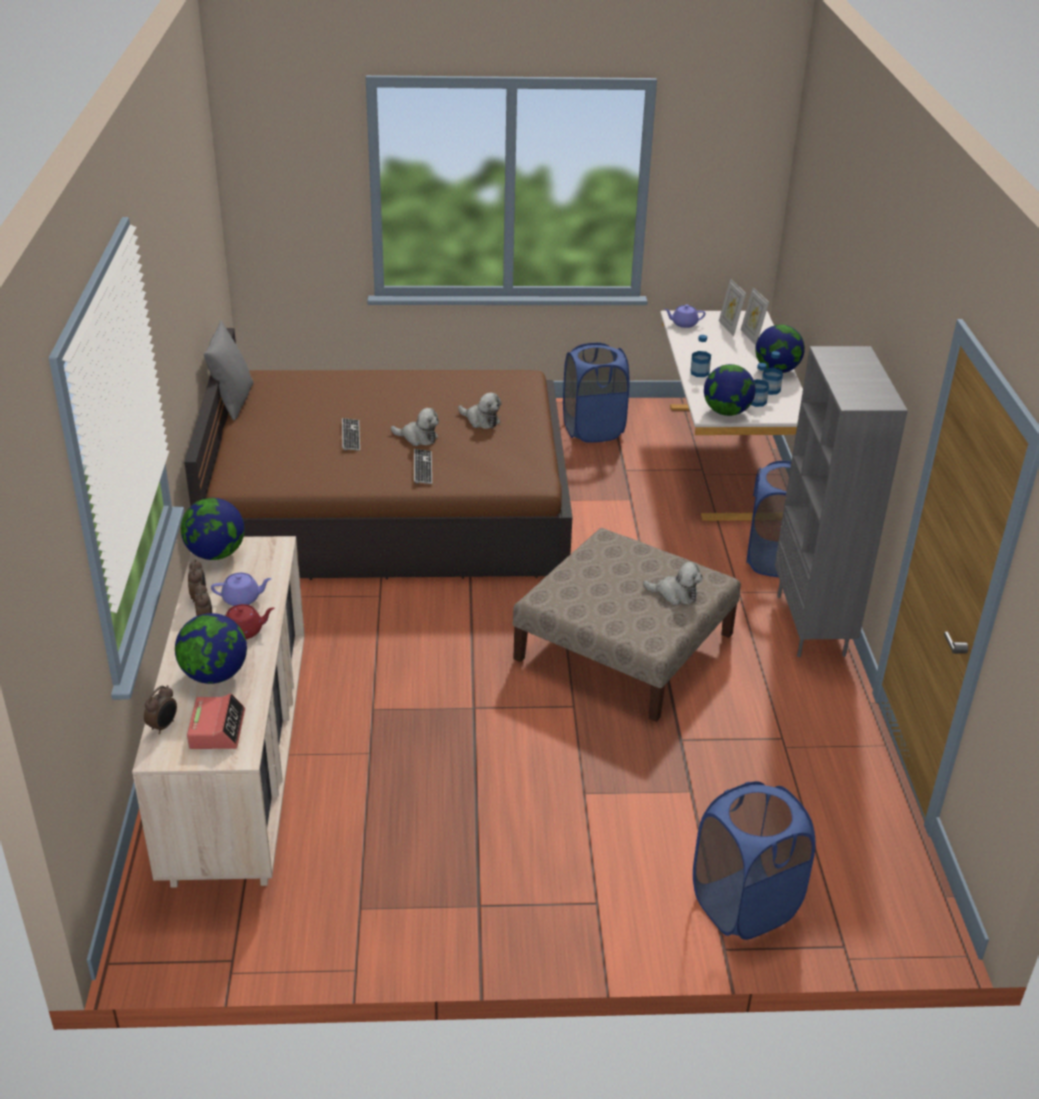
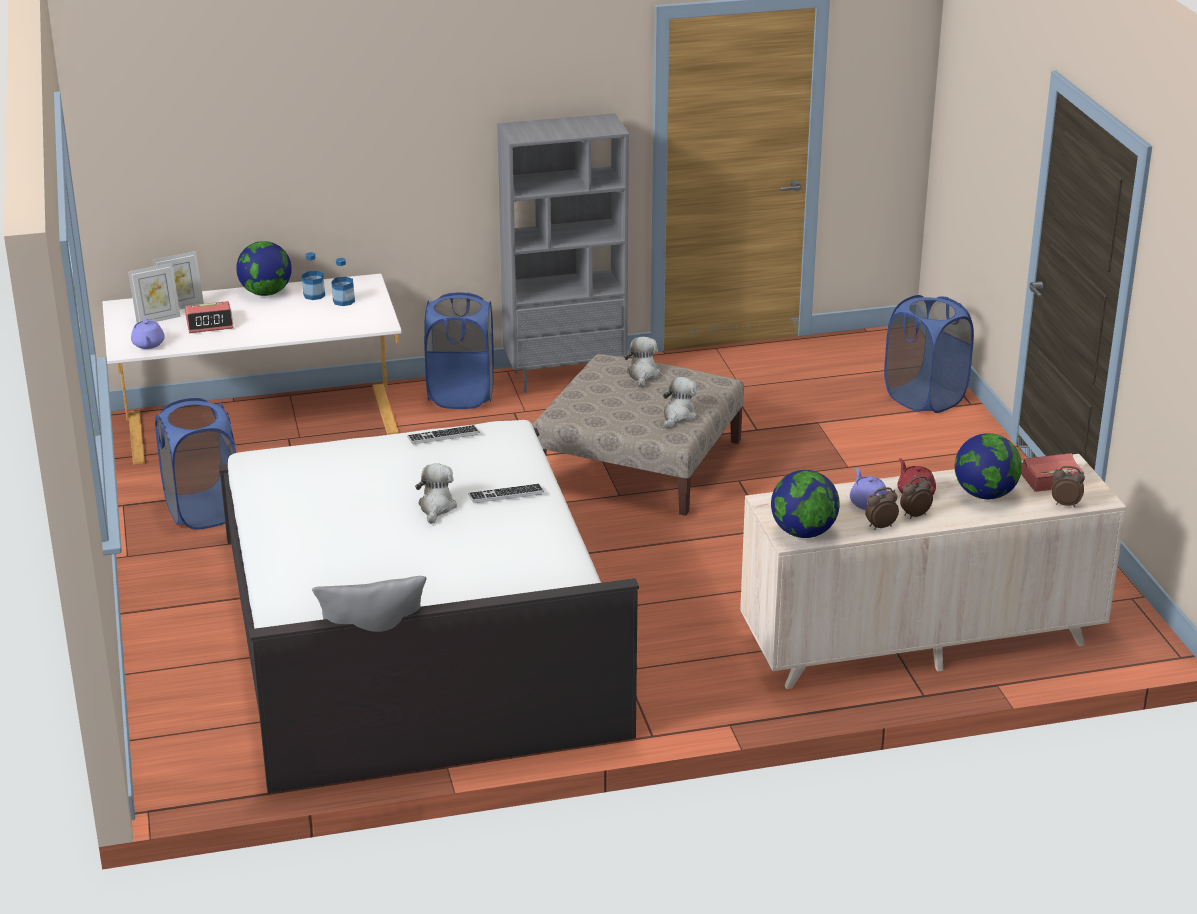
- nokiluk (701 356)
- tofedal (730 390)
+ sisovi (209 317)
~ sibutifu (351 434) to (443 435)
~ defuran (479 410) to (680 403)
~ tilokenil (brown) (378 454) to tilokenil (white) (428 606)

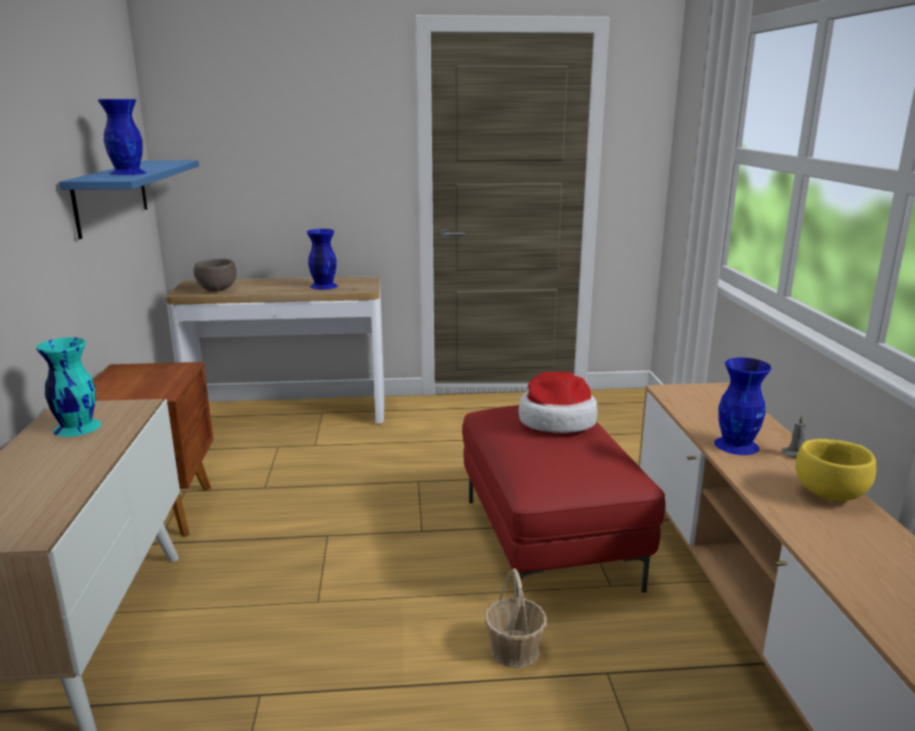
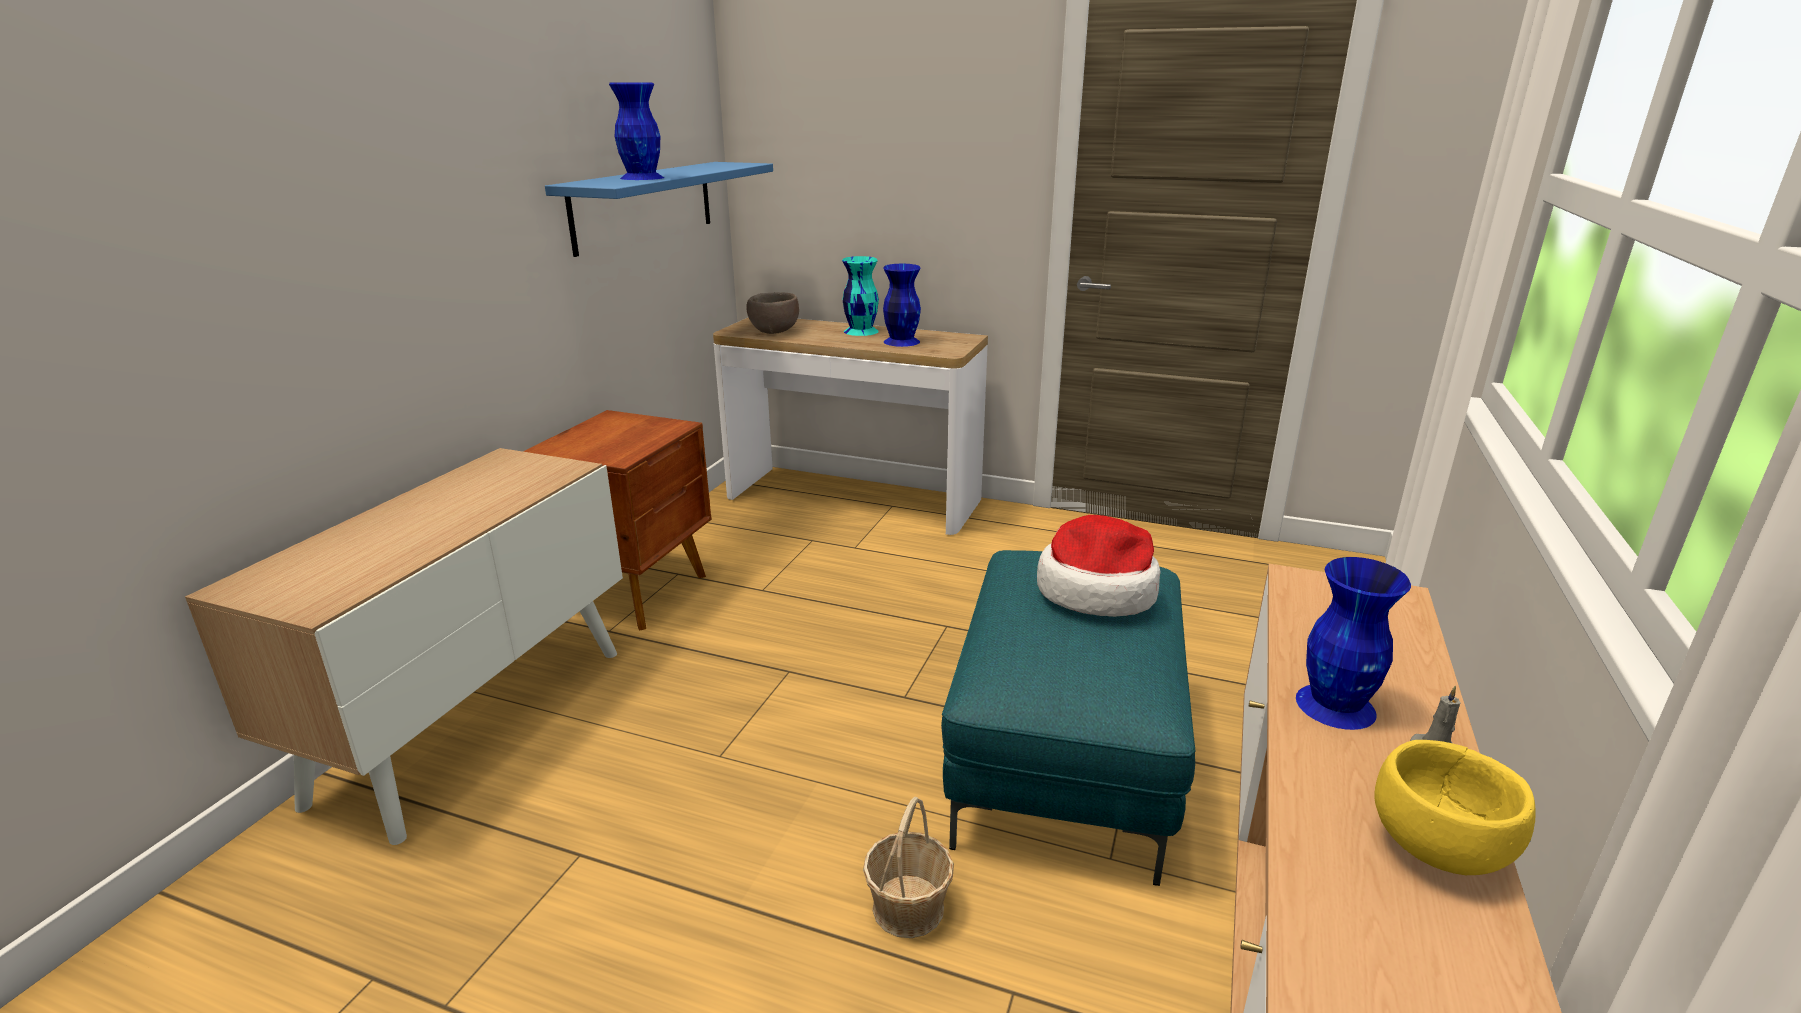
~ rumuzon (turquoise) (68 387) to (860 296)
~ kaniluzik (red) (563 501) to kaniluzik (turquoise) (1068 718)

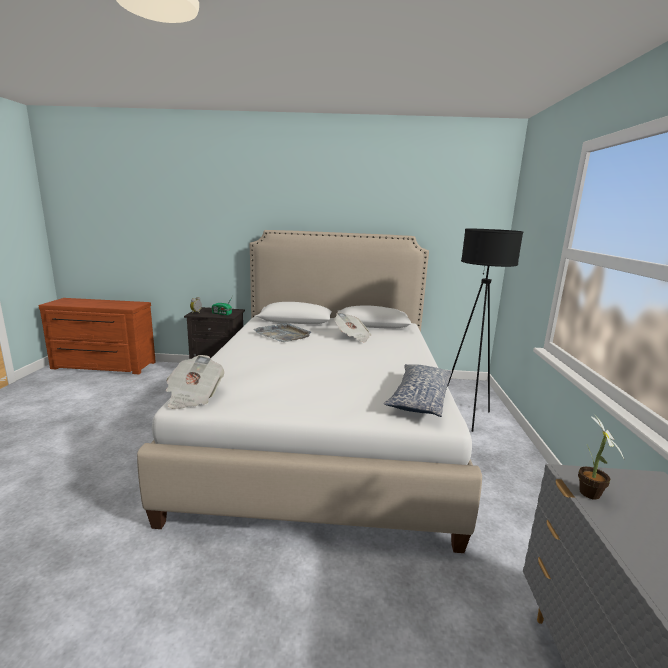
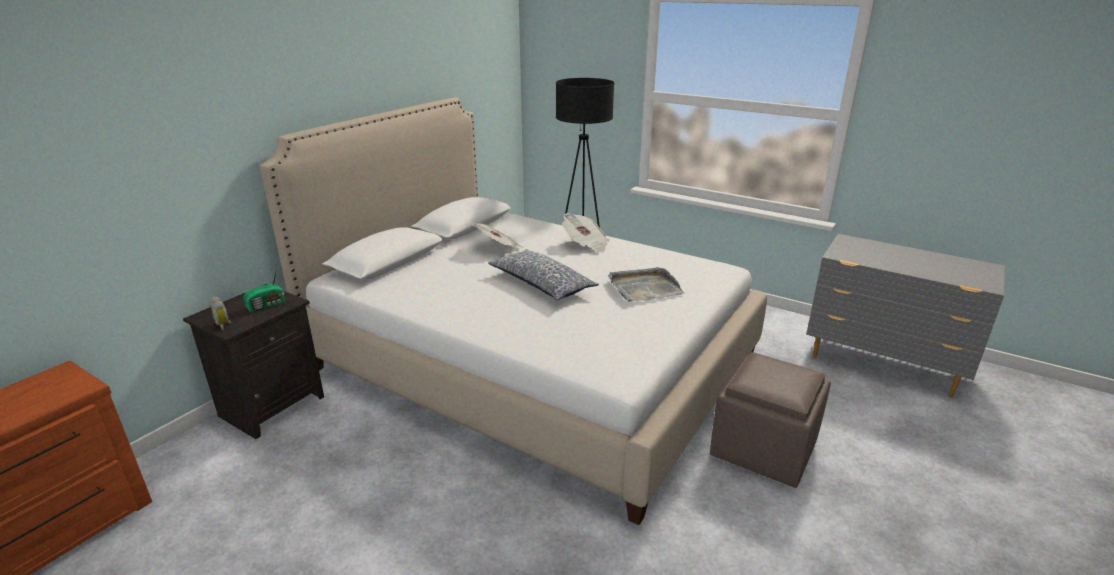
- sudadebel (601 456)
+ kaniluzik (brown) (770 420)
~ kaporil (195 382) to (585 233)
~ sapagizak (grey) (282 332) to (646 284)
~ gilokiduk (418 390) to (543 274)

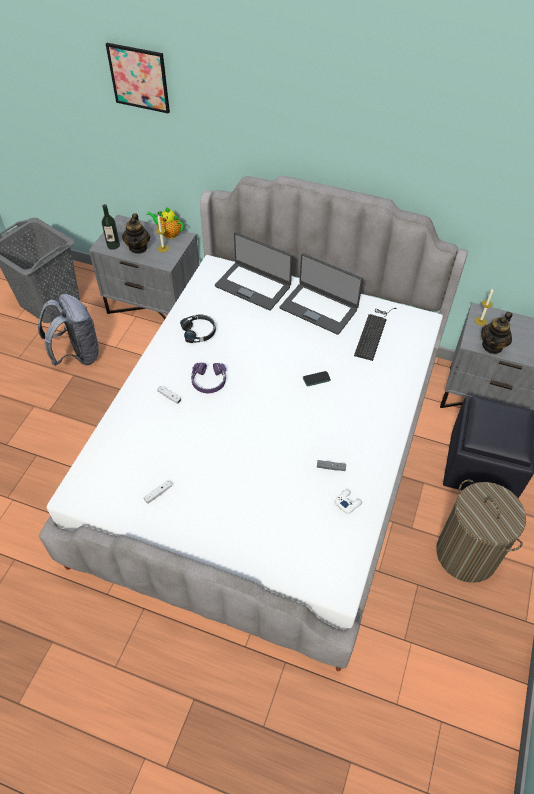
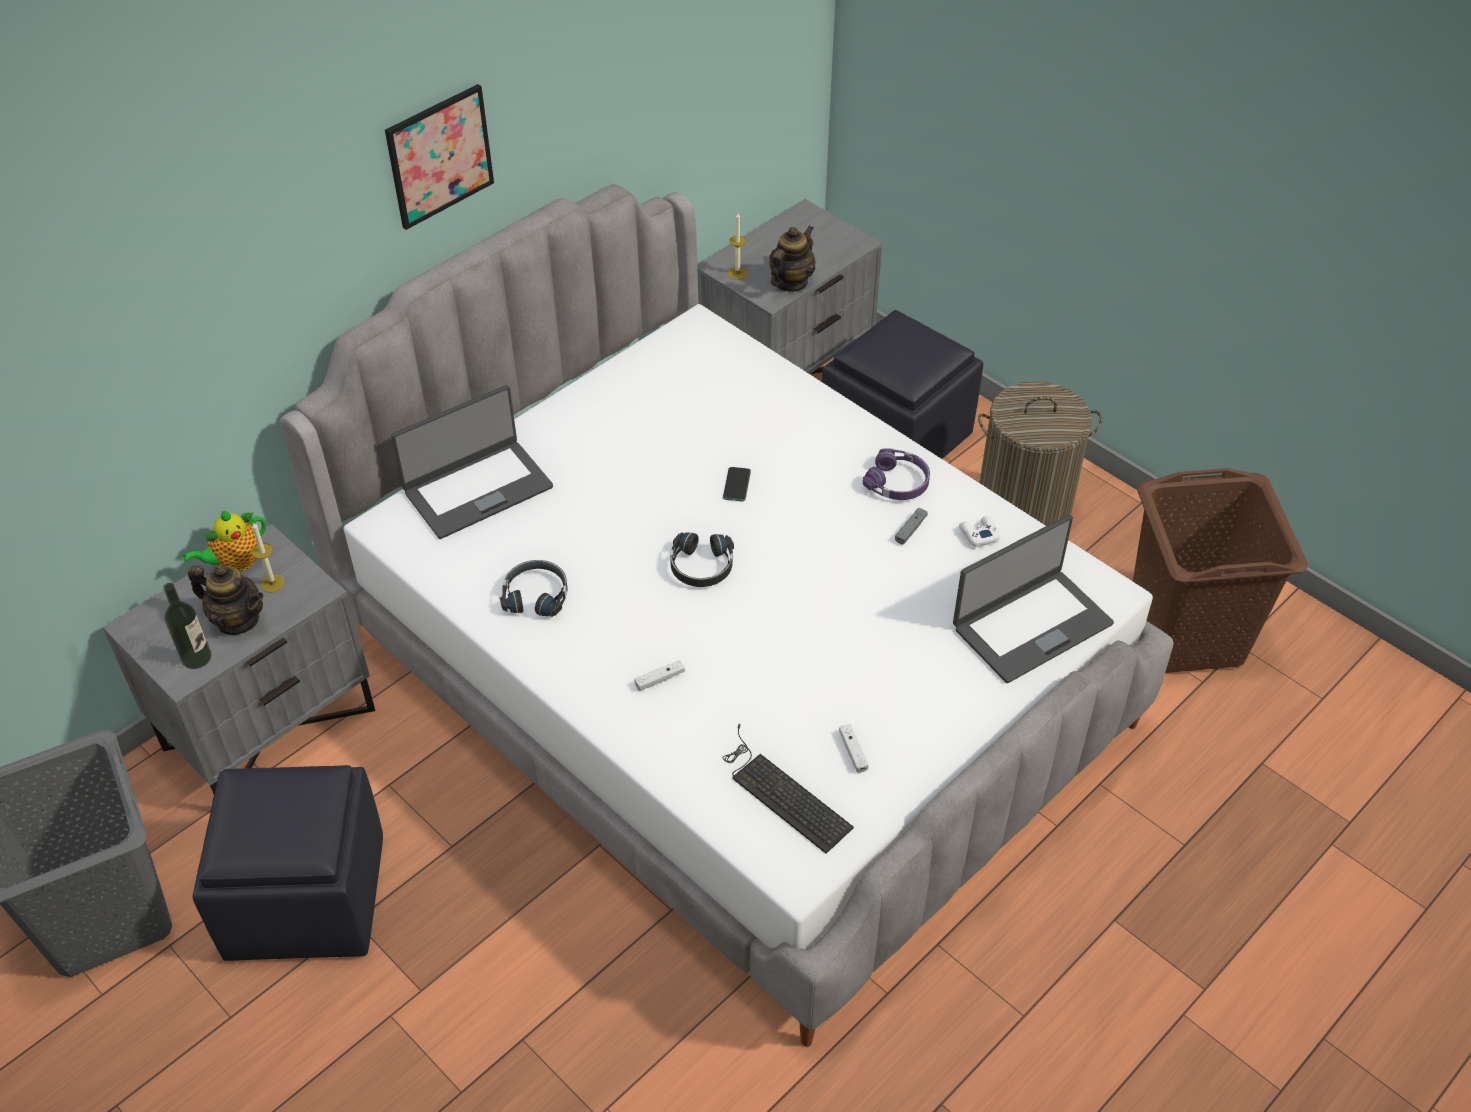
+ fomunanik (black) (702 559)
+ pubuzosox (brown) (1220 570)
~ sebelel (138 78) to (439 157)
~ fomunanik (purple) (208 378) to (896 474)
~ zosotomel (321 294) to (1033 599)
~ sibutifu (375 334) to (788 789)
~ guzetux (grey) (68 330) to kaniluzik (black) (287 863)
~ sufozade (496 333) = (792 258) 120 degrees counterclockwise

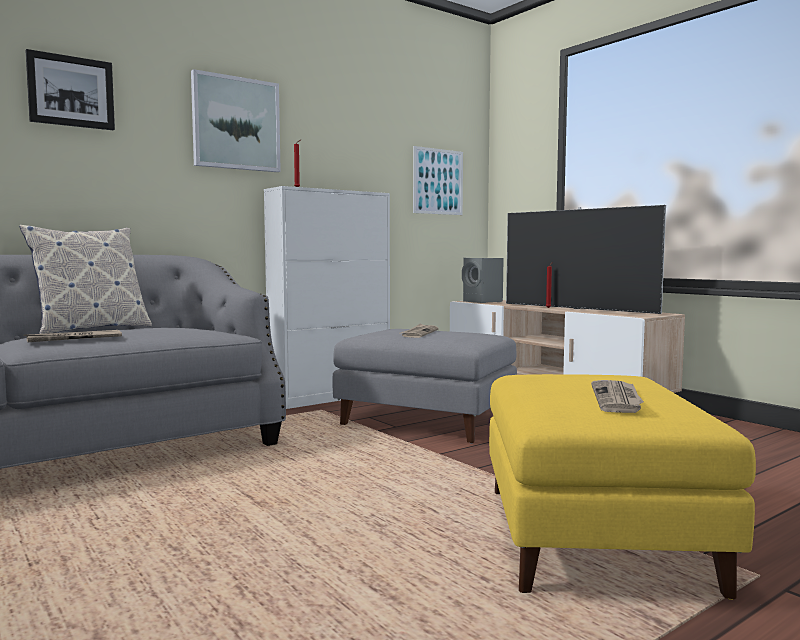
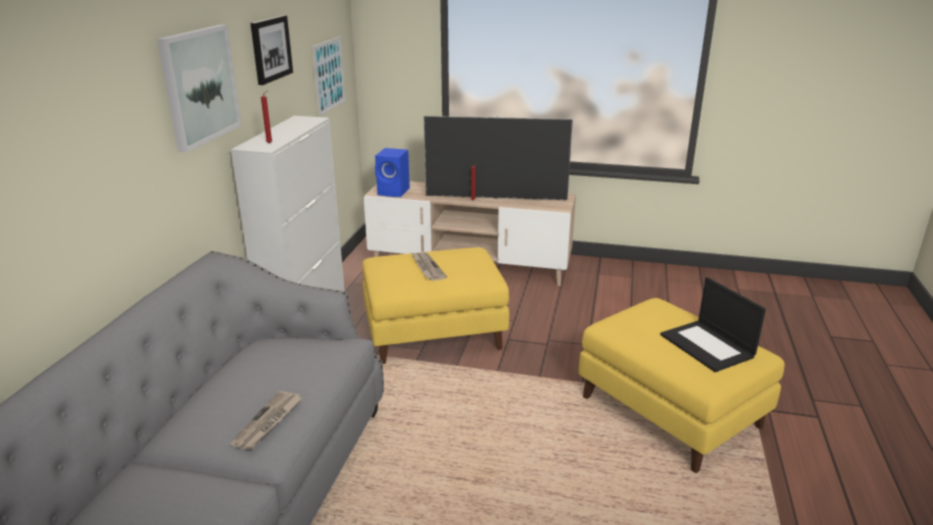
- gilokiduk (85 279)
~ sebelel (70 89) to (271 50)
~ kaporil (617 396) to zosotomel (713 324)
~ kaniluzik (grey) (425 386) to kaniluzik (yellow) (435 305)
~ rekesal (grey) (483 280) to rekesal (blue) (392 172)

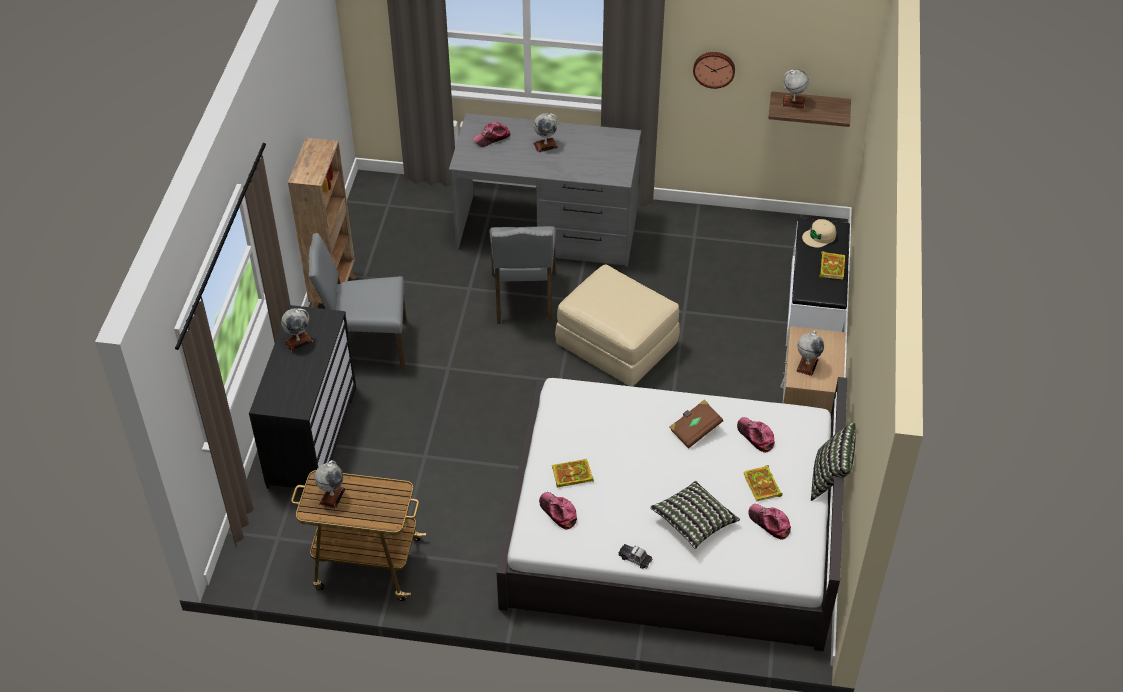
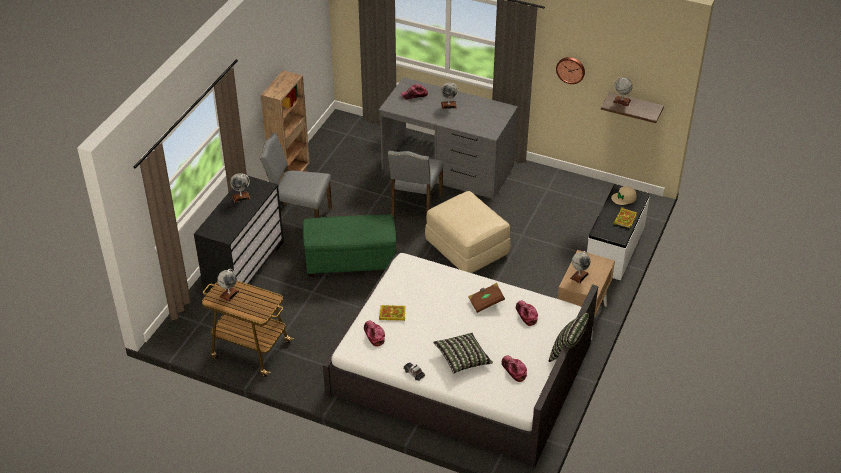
- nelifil (763 483)
+ kaniluzik (green) (349 245)

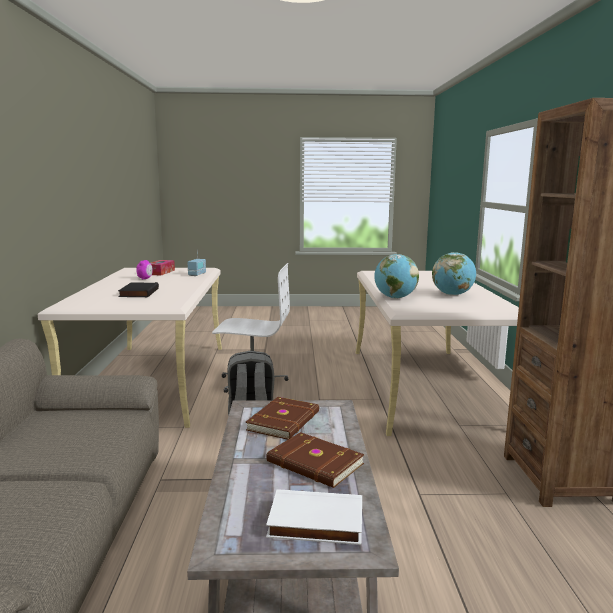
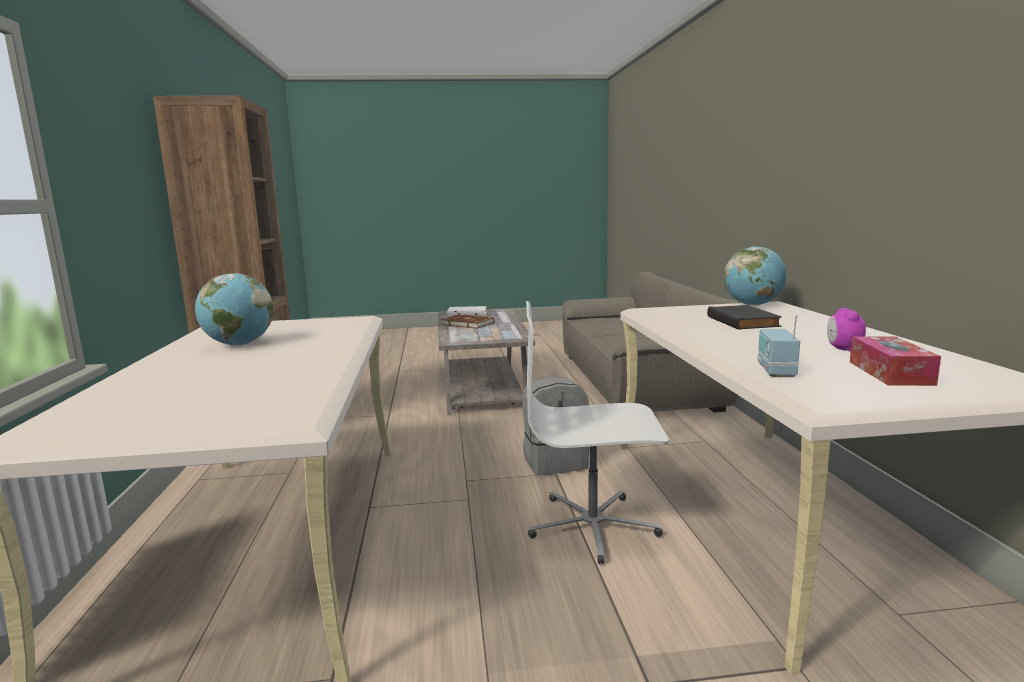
- nelifil (brown) (282 418)
~ tofedal (396 276) to (755 276)

